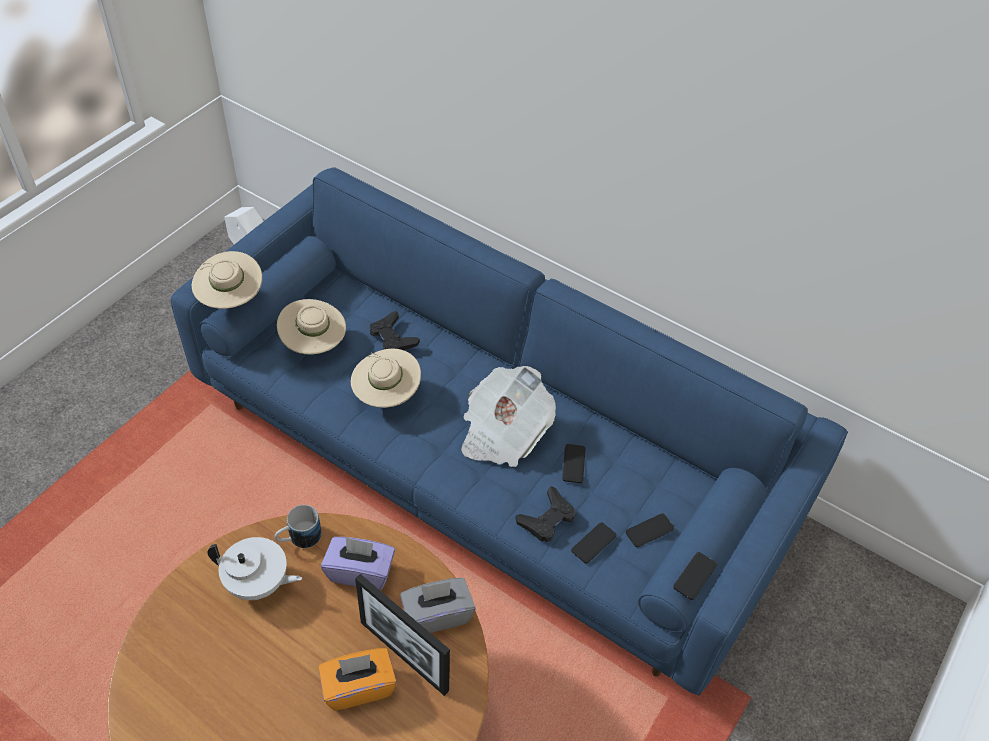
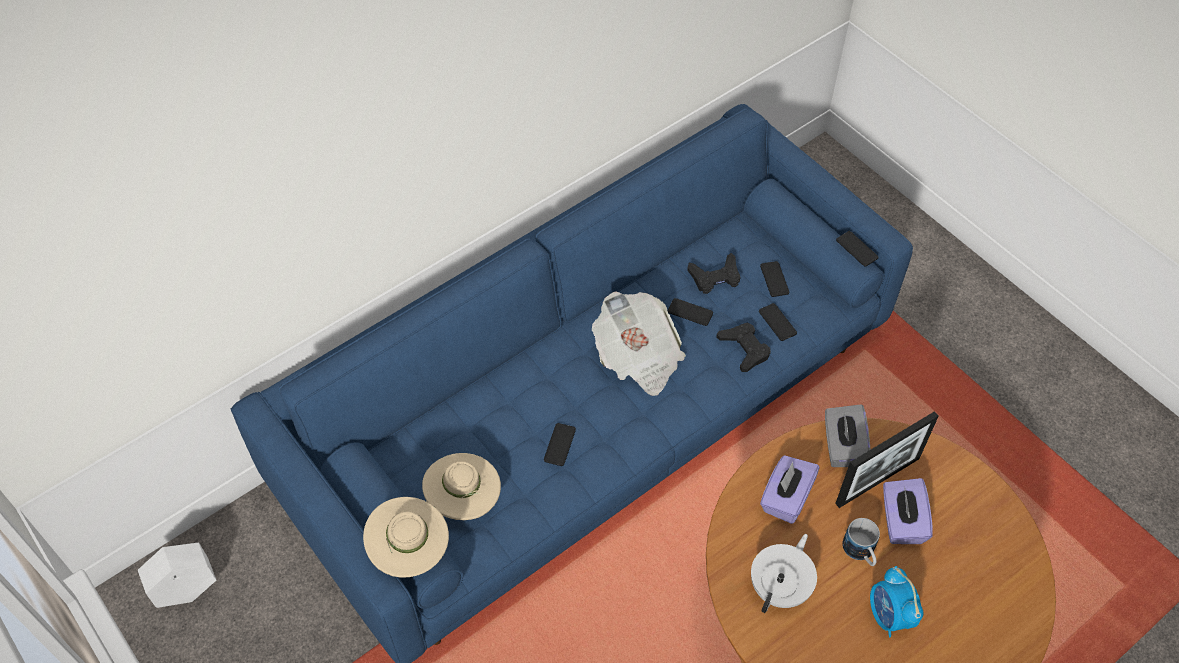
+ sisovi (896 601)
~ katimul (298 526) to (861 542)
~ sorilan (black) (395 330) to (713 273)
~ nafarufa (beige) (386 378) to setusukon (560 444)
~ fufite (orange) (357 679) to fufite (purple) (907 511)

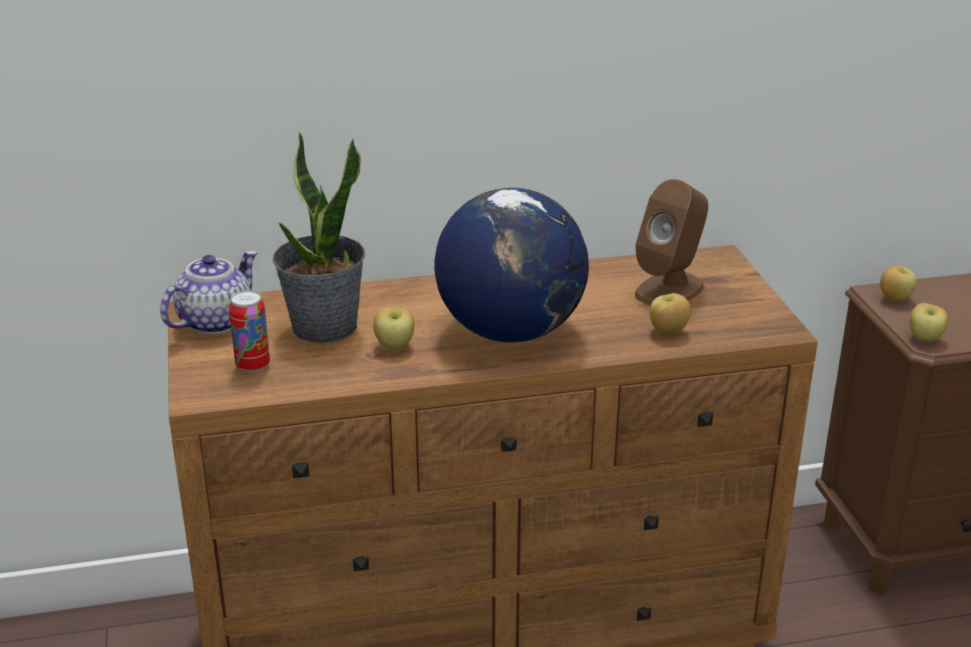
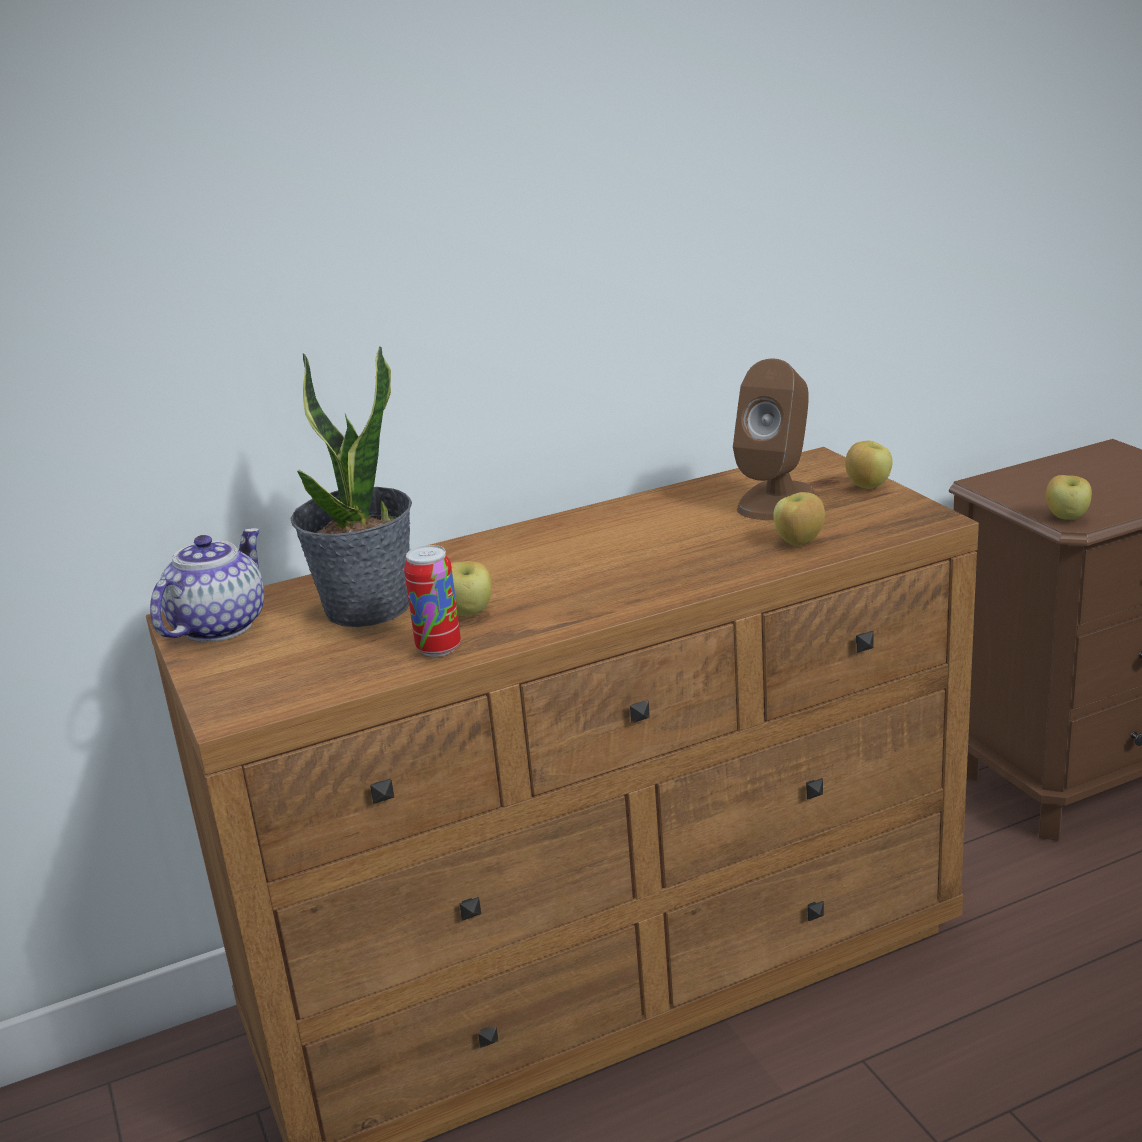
- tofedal (511 265)
~ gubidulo (249 332) to (432 601)
~ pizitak (898 283) to (869 465)

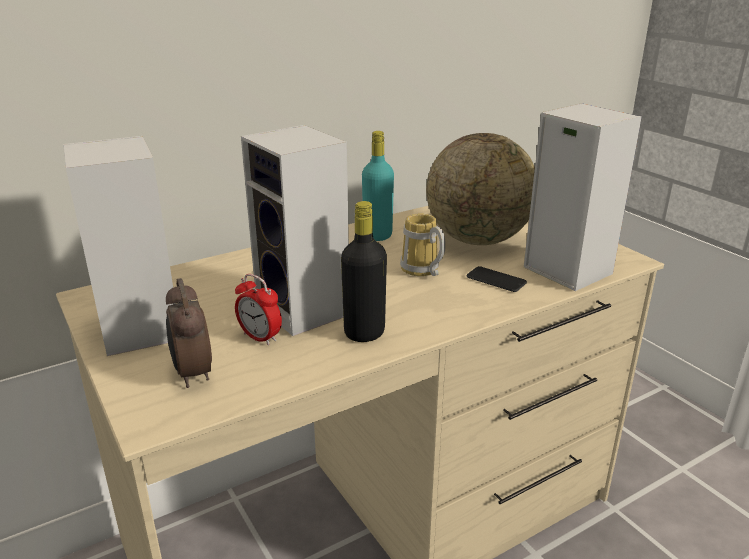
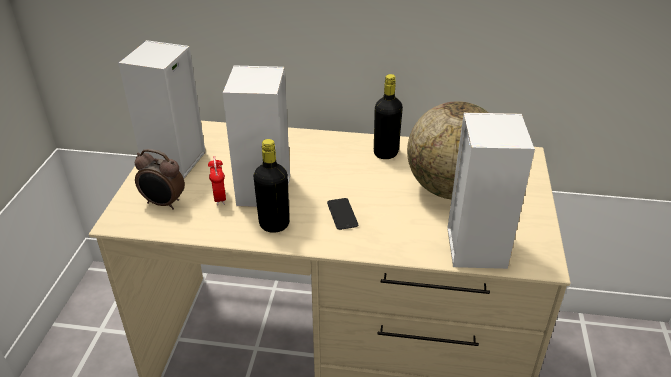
- katimul (423 245)
~ setusukon (496 279) to (342 214)
~ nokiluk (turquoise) (378 186) to nokiluk (black) (388 116)
~ sisovi (189 333) = (160 179) 90 degrees counterclockwise

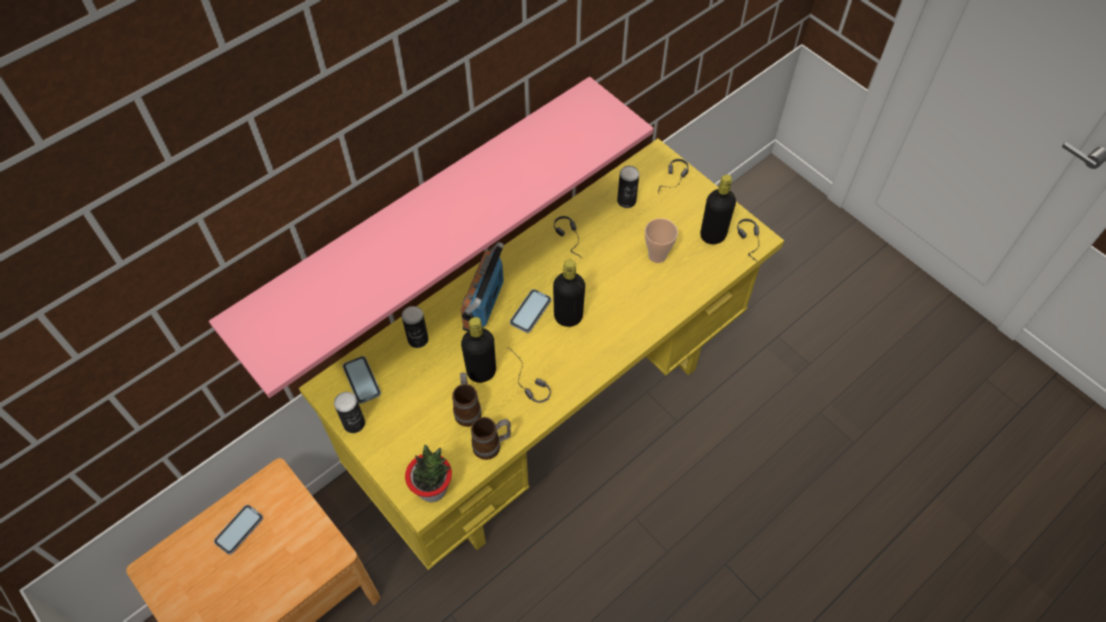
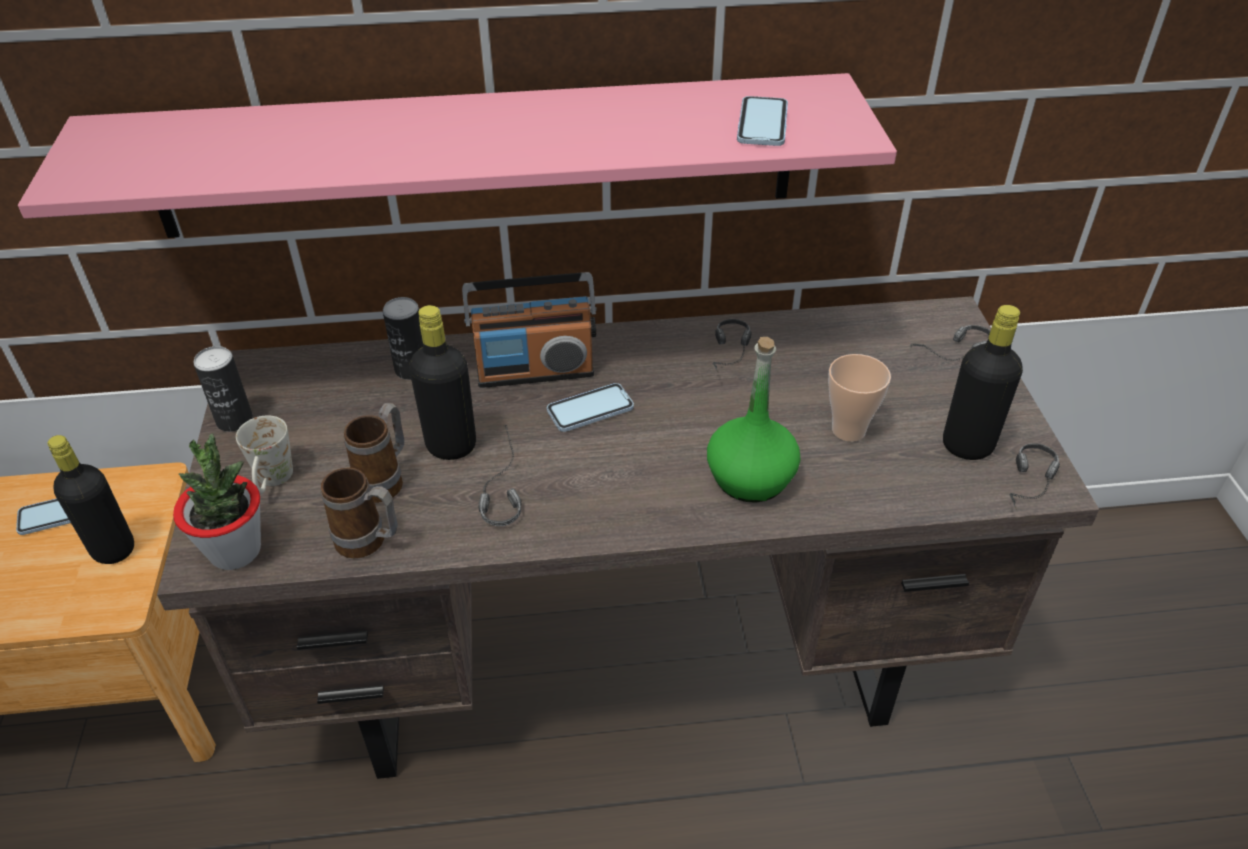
- gubidulo (628 187)
+ katimul (white) (264 455)
+ nokiluk (green) (754 420)
~ setusukon (362 380) to (762 121)
~ nokiluk (black) (569 293) to (91 499)
~ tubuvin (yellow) (541 354) to tubuvin (brown) (628 537)
~ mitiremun (482 286) = (529 330) 150 degrees counterclockwise

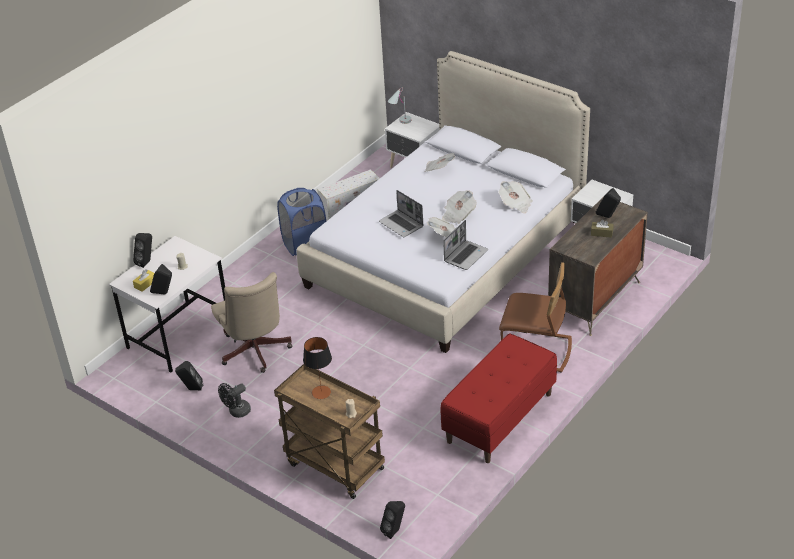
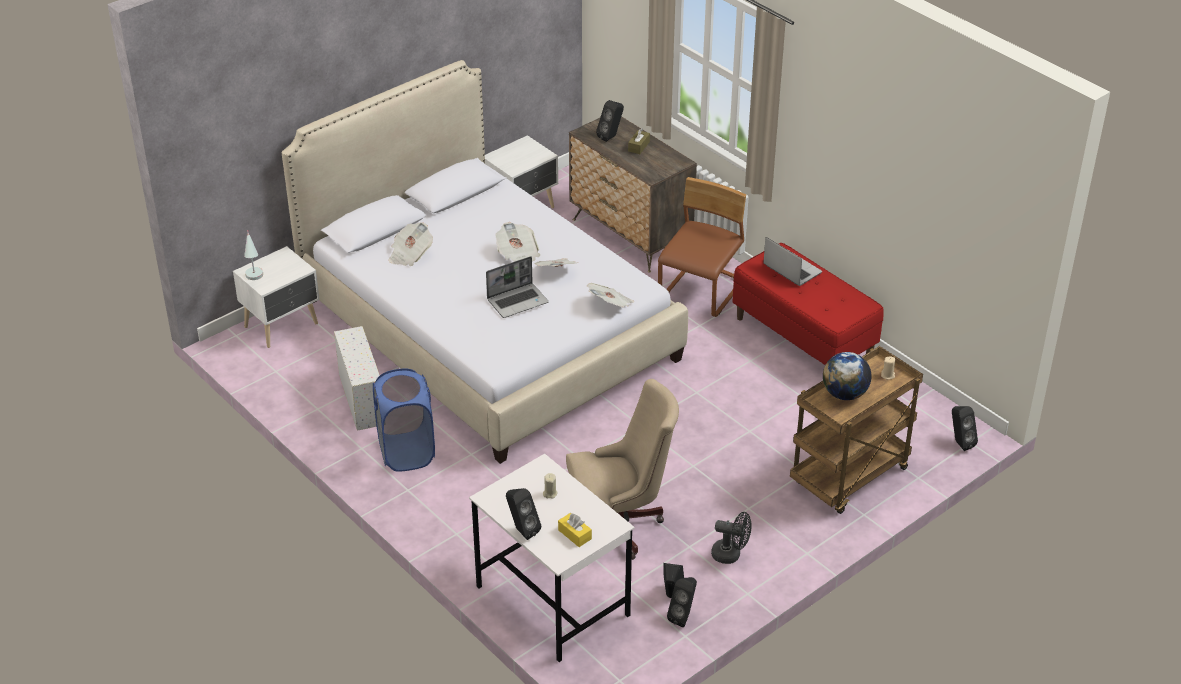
~ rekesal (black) (161 279) to (682 602)
~ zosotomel (465 245) to (792 261)
~ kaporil (515 197) to (611 295)
~ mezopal (317 368) to tofedal (847 376)
~ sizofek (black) (234 400) = (731 538) 45 degrees counterclockwise

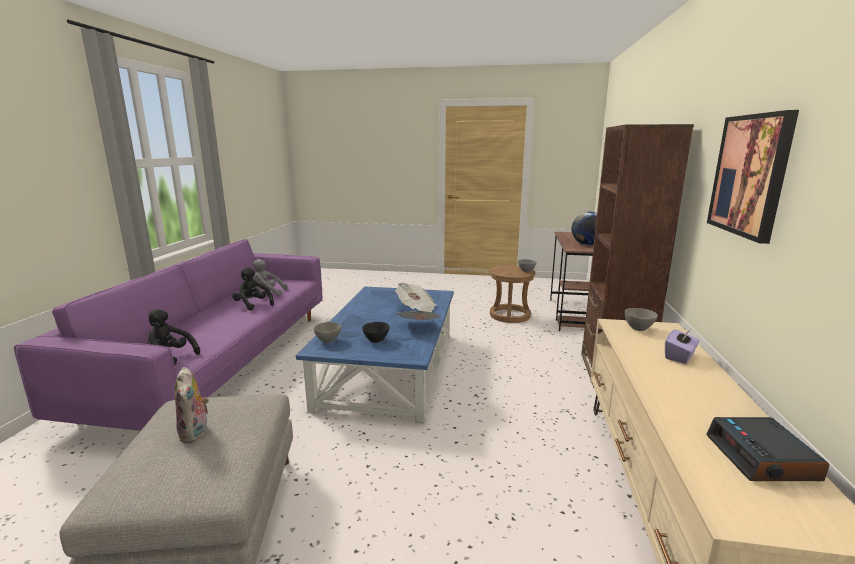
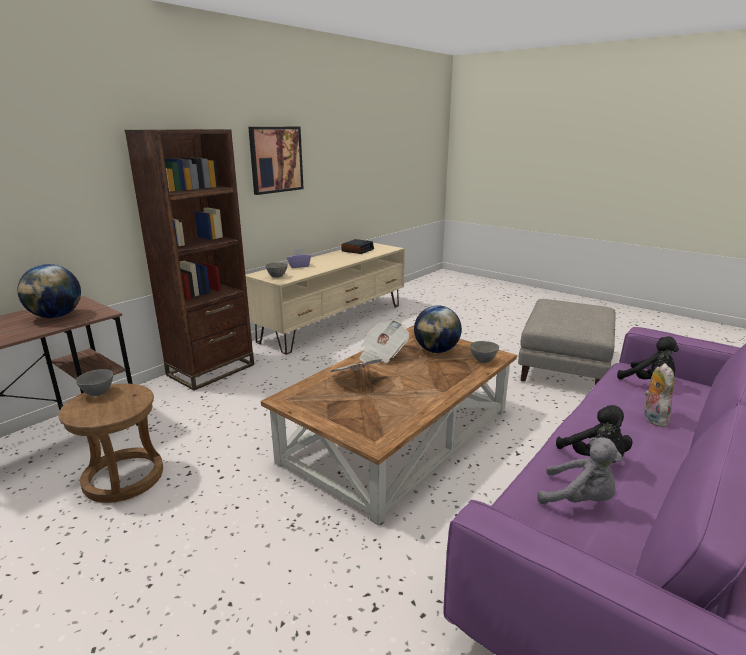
~ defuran (192 405) to (659 395)
~ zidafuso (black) (376 332) to tofedal (438 329)
~ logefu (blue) (375 354) to logefu (brown) (389 425)

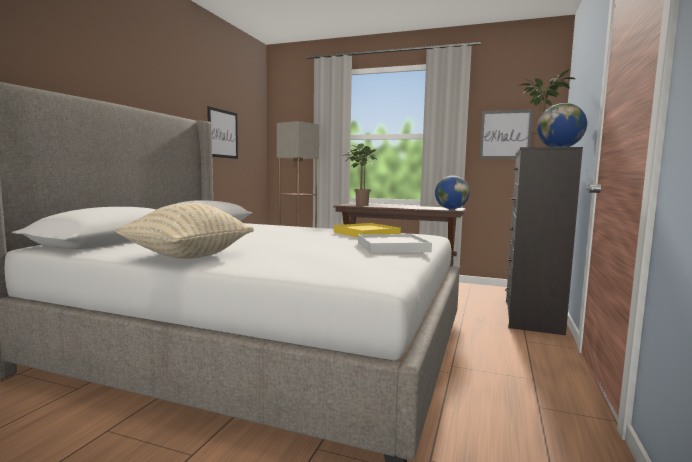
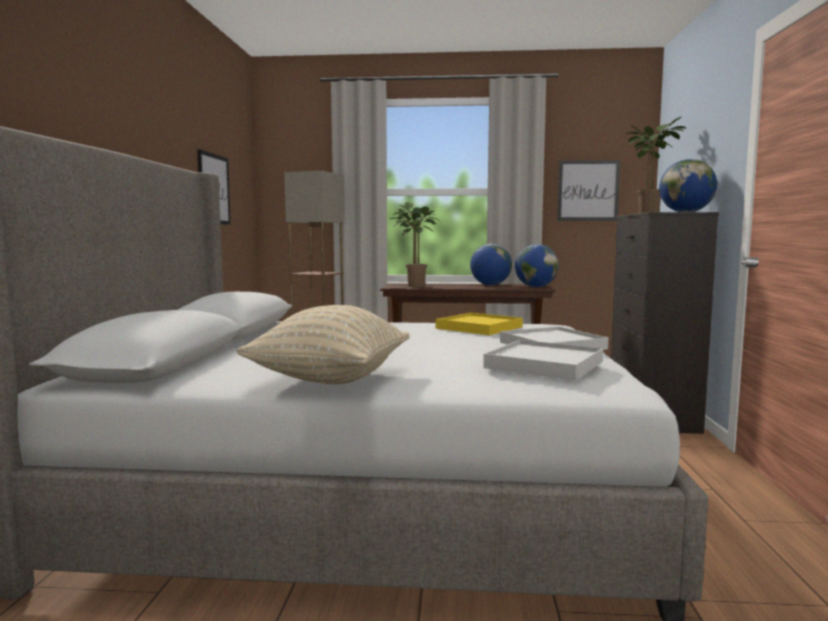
+ tofedal (491 264)
+ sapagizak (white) (543 360)

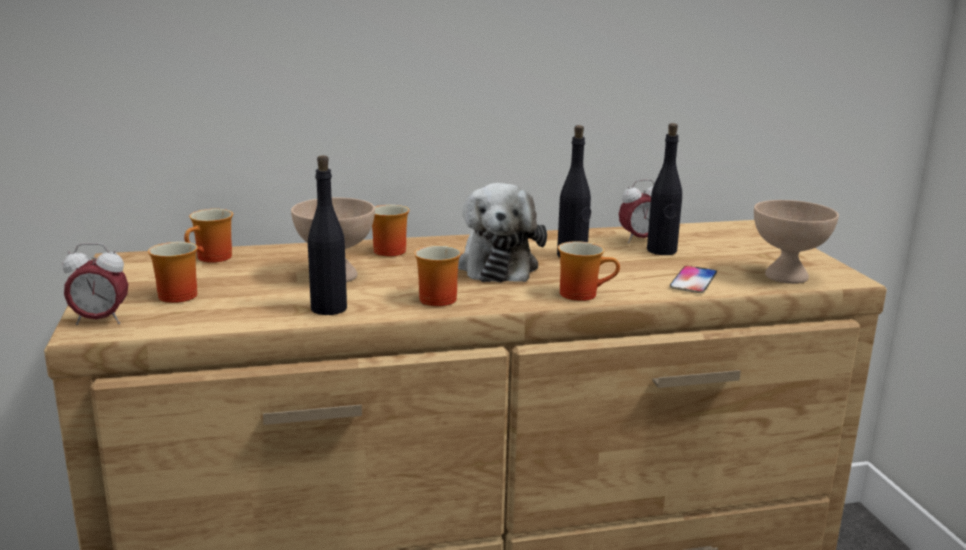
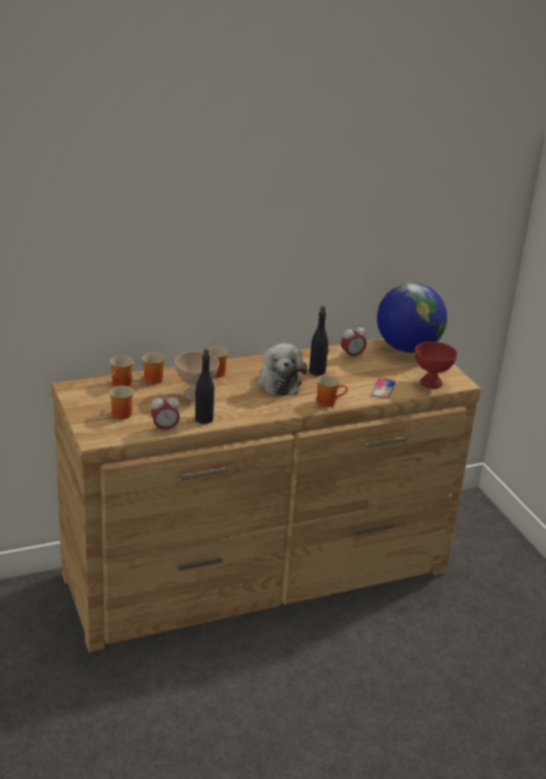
- nokiluk (black) (664 189)
+ tofedal (412 318)
~ sisovi (95 284) to (165 413)
~ katimul (437 276) to (153 368)
~ zidafuso (beige) (796 242) to zidafuso (red) (436 365)

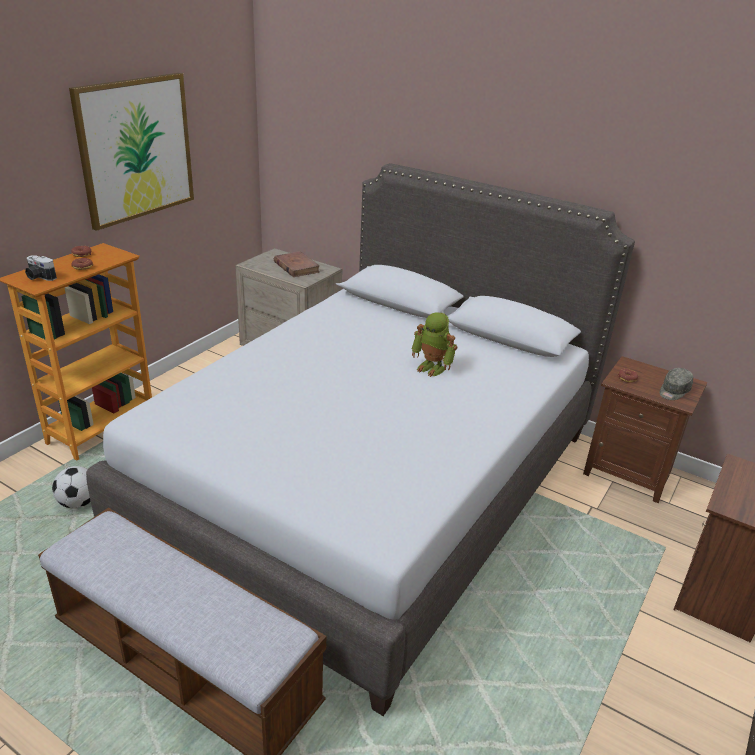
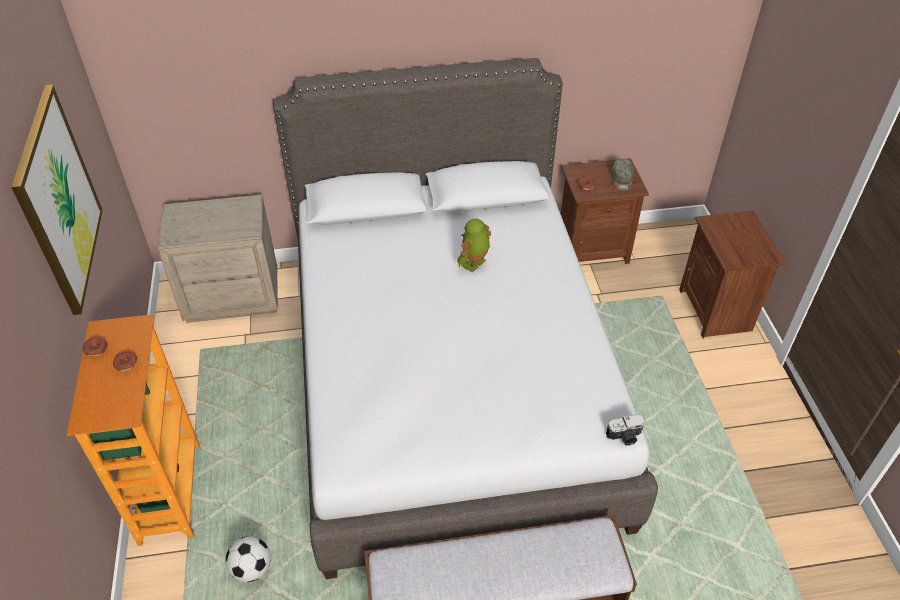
- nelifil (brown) (297 264)
~ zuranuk (41 268) to (625 430)
~ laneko (434 345) = (474 245) 135 degrees clockwise

